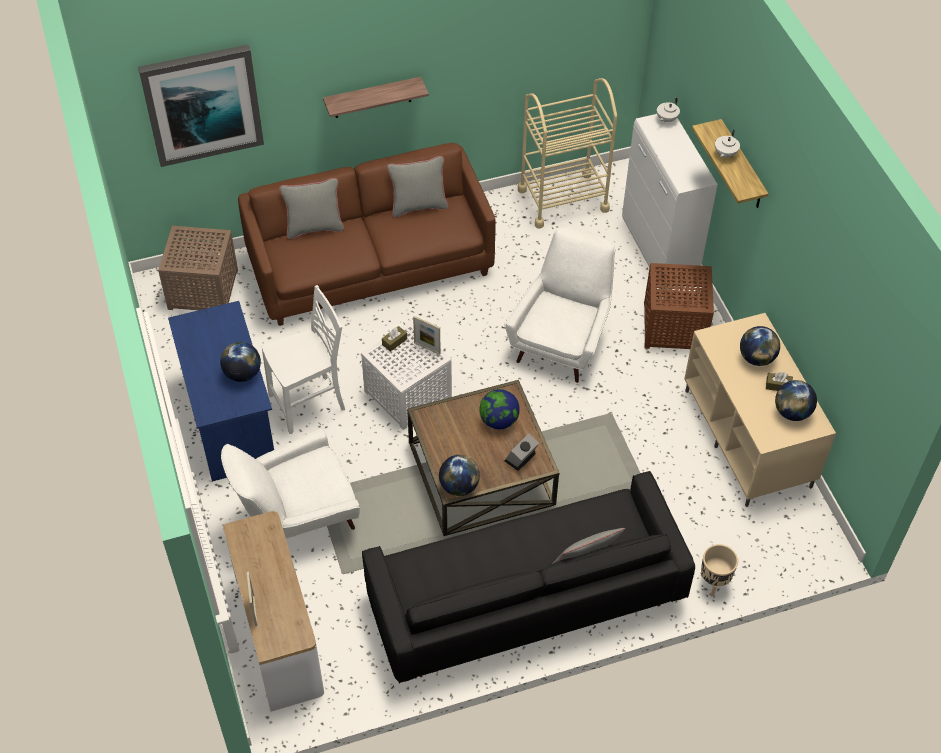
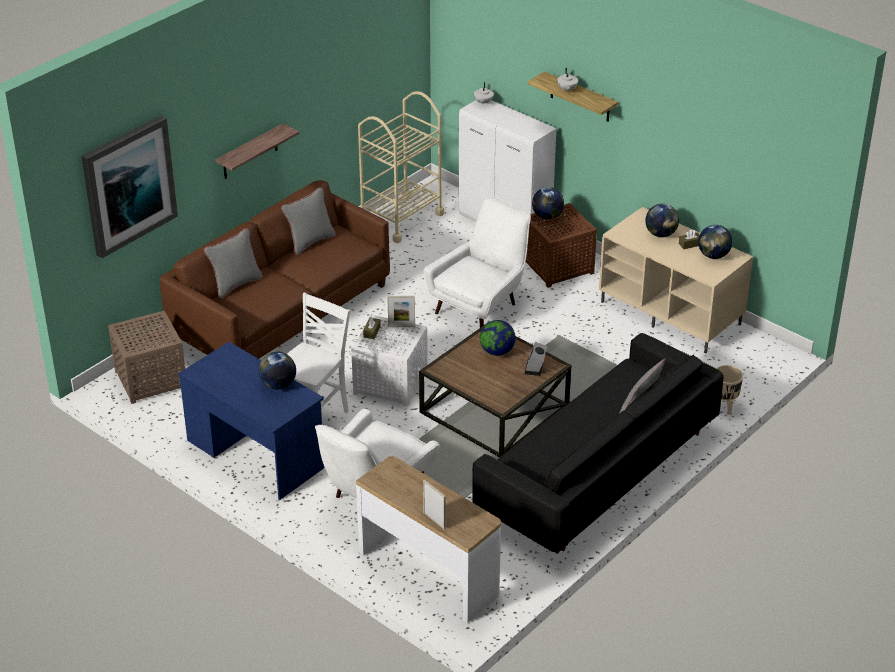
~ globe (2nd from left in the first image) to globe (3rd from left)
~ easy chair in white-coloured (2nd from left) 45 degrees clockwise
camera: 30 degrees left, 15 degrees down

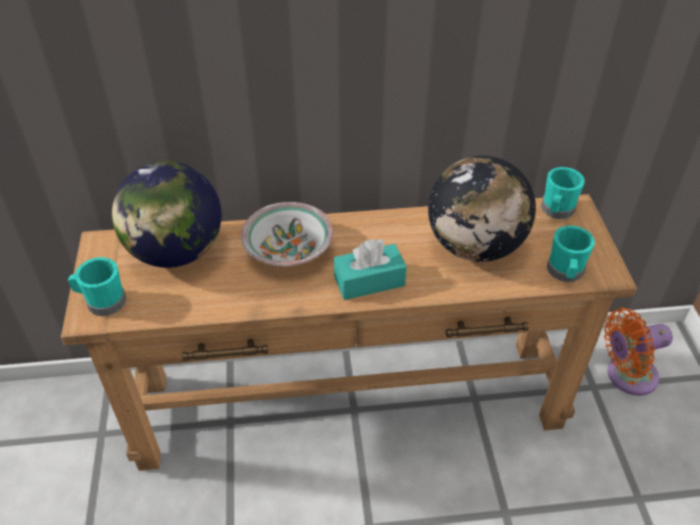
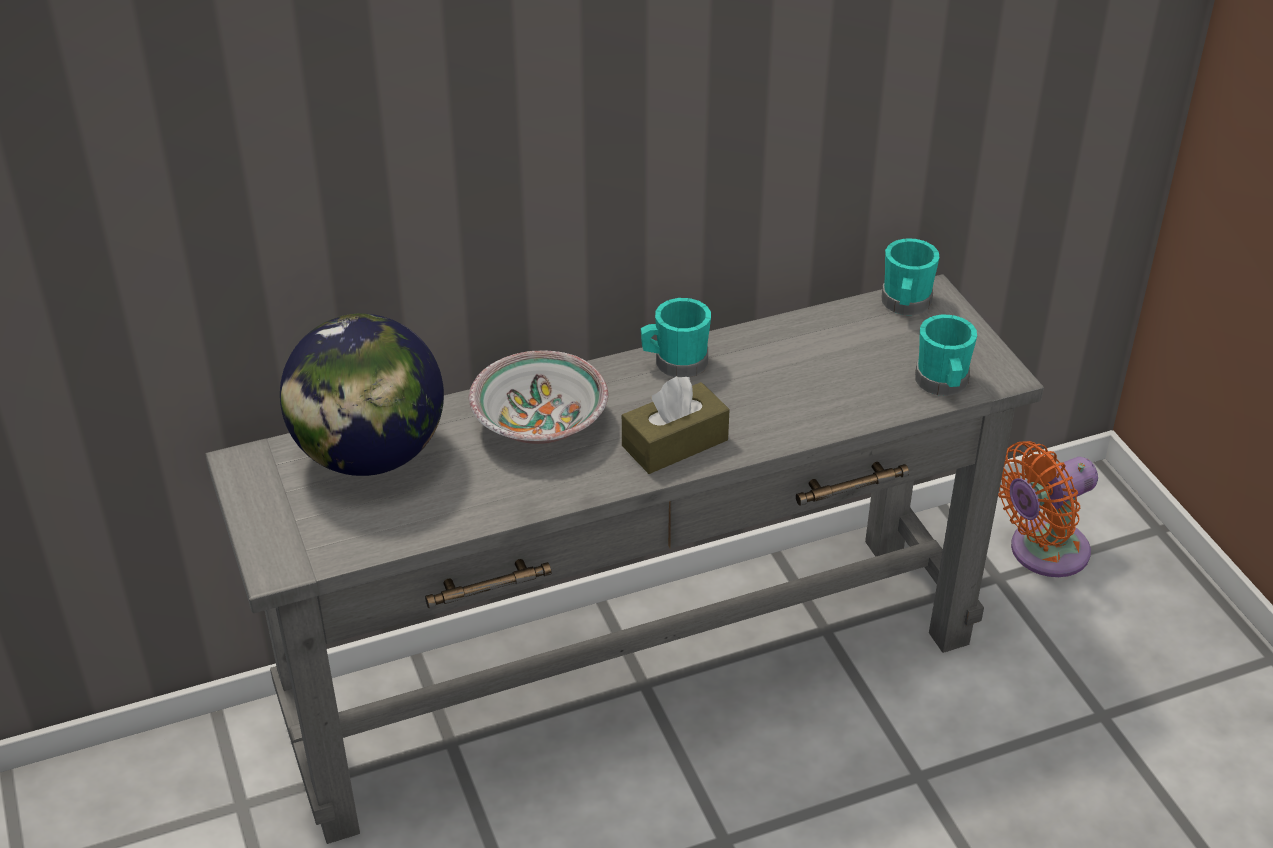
- globe (2nd from left)
~ coffee mug in blue-green (1st from left)
~ narrow table in brown to narrow table in grey
~ tissue box in blue-green to tissue box in brown
camera: 15 degrees left, 5 degrees down

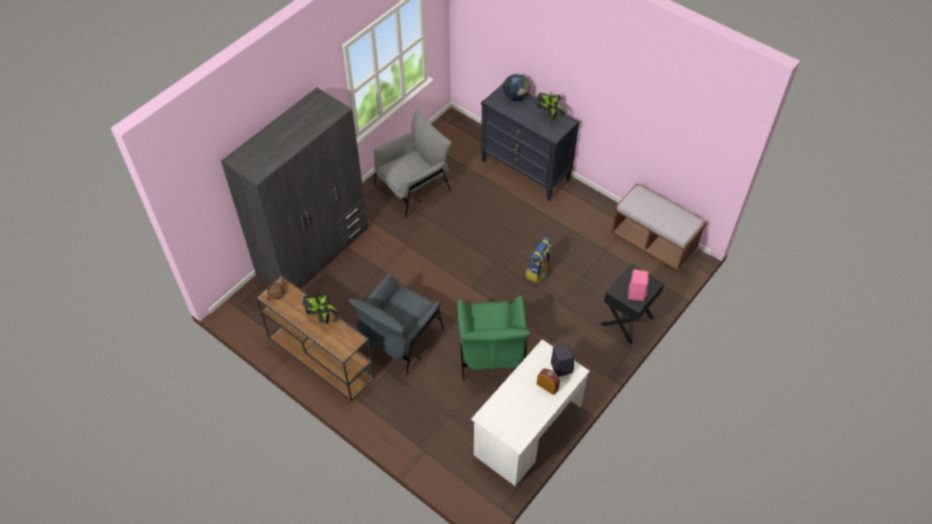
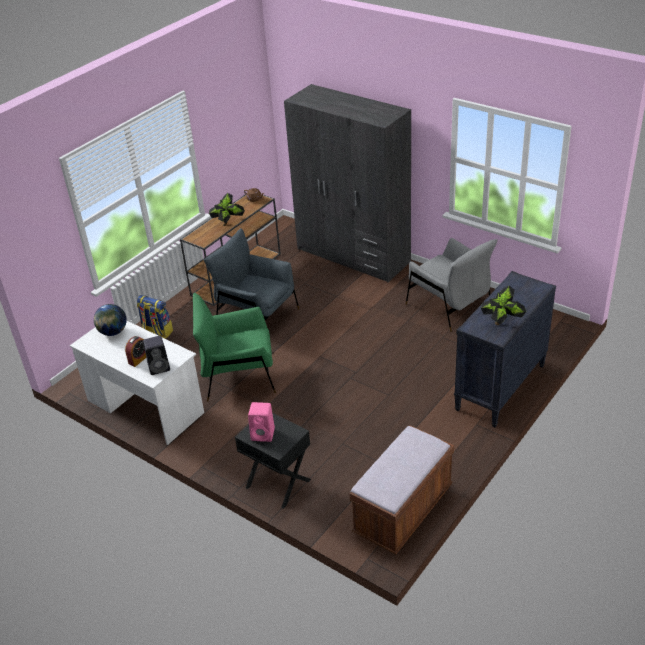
~ globe
~ rucksack
camera: 90 degrees right, 15 degrees down

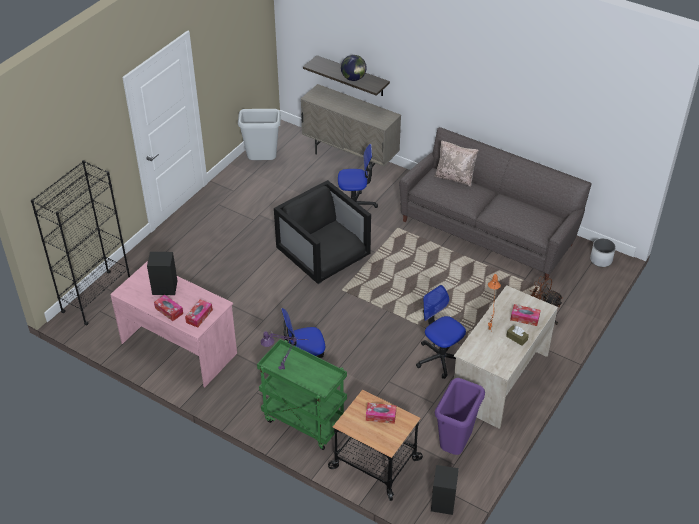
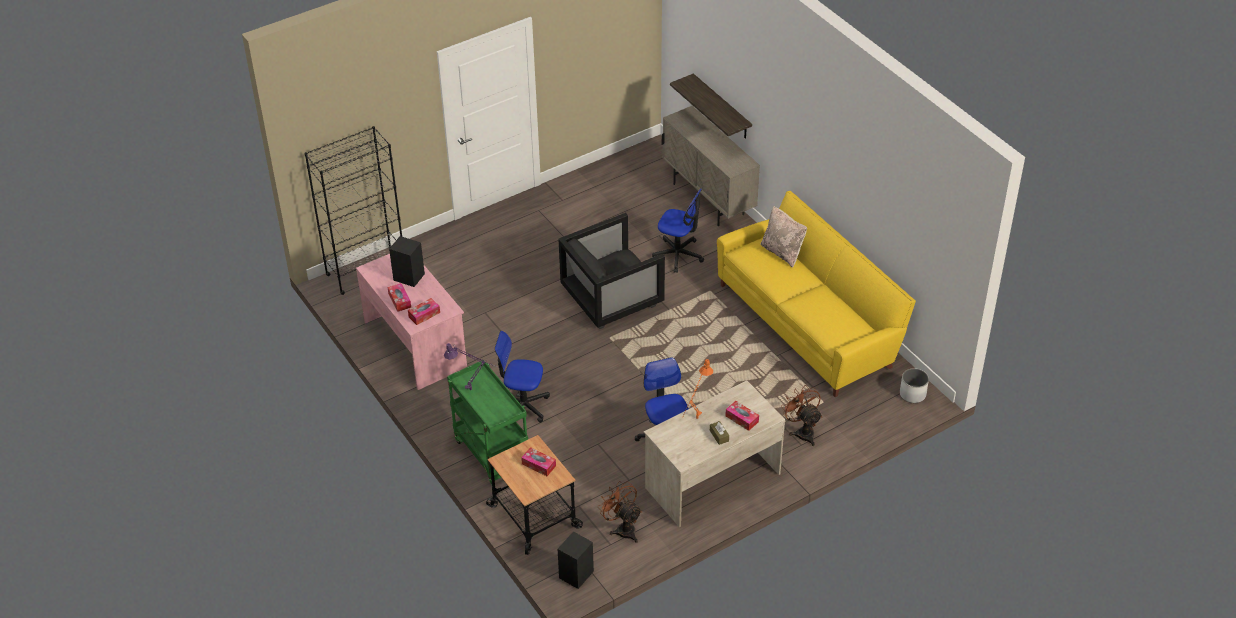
- trash can in grey
- globe
~ trash can in purplish to cooling fan in brown (1st from left)
~ couch in grey to couch in yellow-coloured
~ easy chair in blackish 105 degrees counterclockwise
camera: 25 degrees right, 0 degrees up

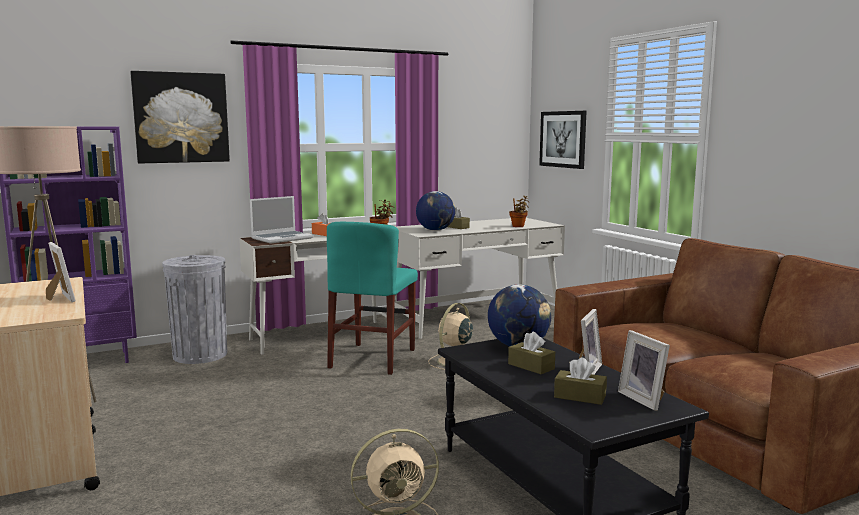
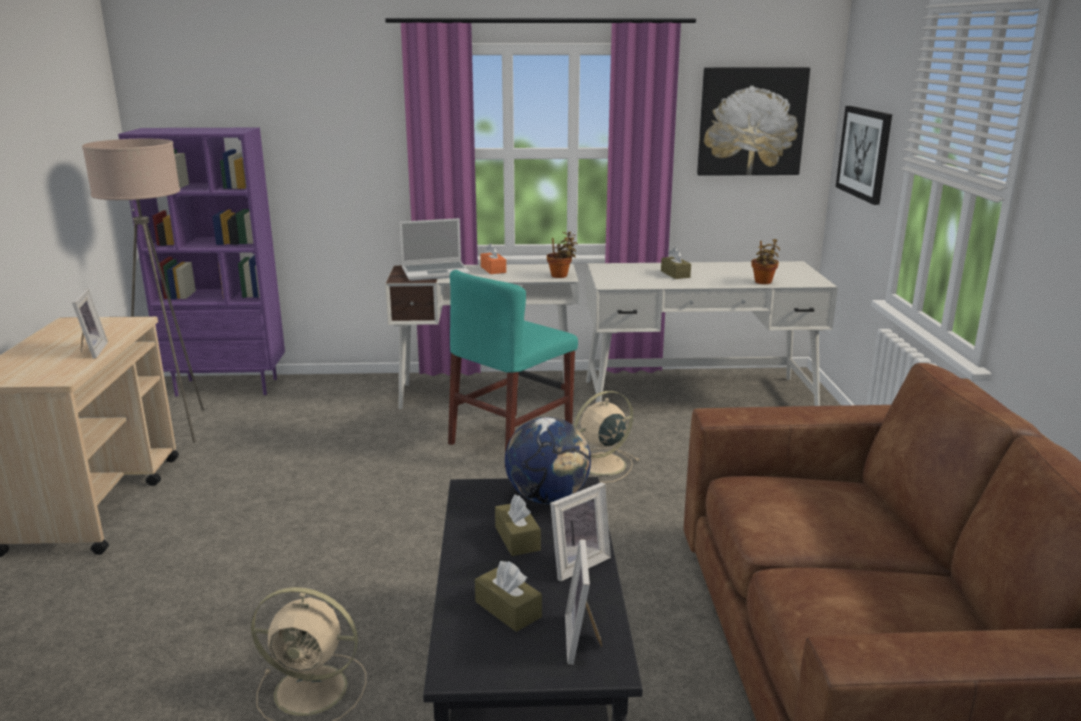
- trash can in grey
- globe (1st from left)
~ picture (1st from left)
camera: 25 degrees right, 10 degrees up

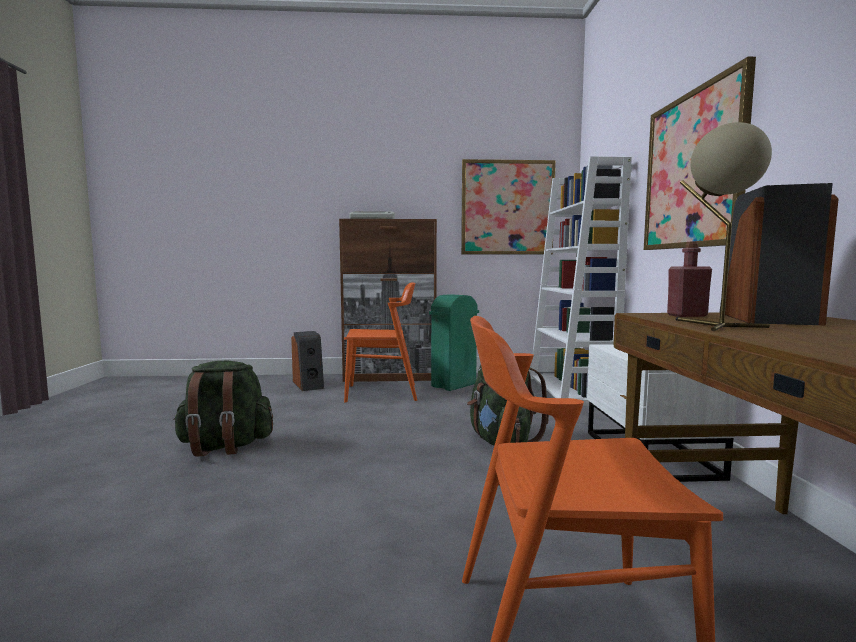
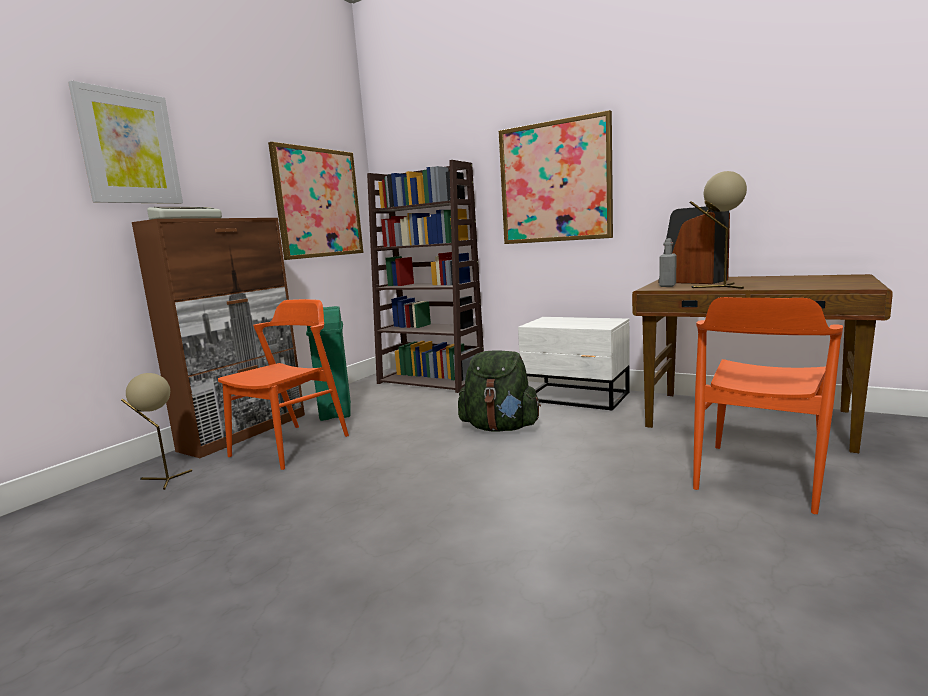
- rucksack in green-coloured (1st from left)
+ picture (1st from left)
~ loudspeaker (1st from left) to table lamp in sand-coloured (1st from left)
~ bookcase in white-coloured to bookcase in brown
~ bottle in reddish to bottle in grey
camera: 55 degrees left, 5 degrees up

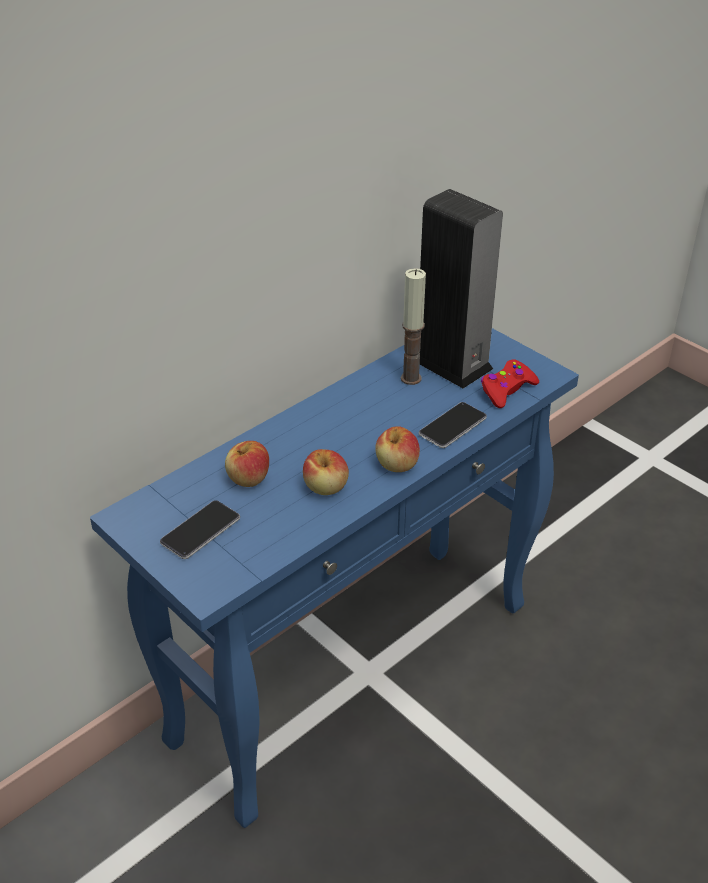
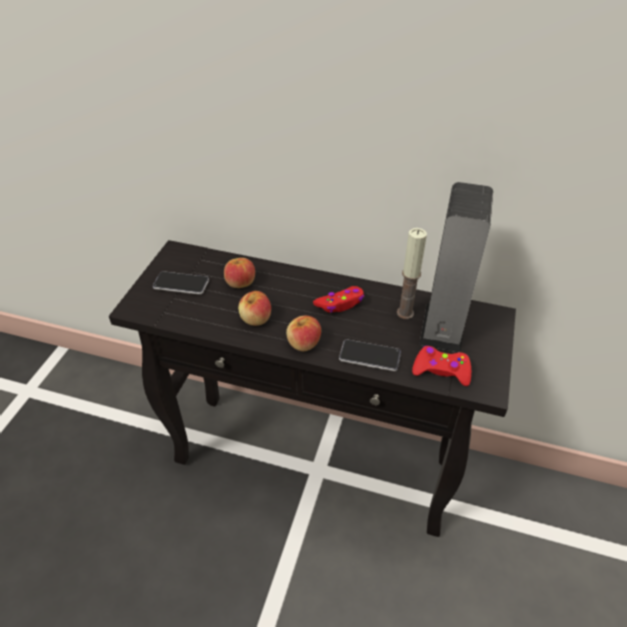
+ gamepad in reddish (1st from left)
~ narrow table in blue-coloured to narrow table in blackish
camera: 60 degrees right, 5 degrees up

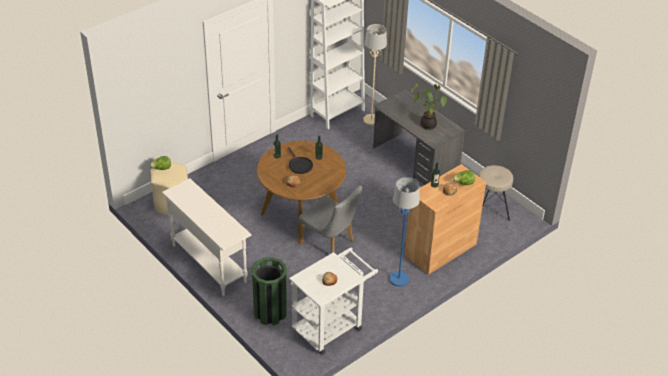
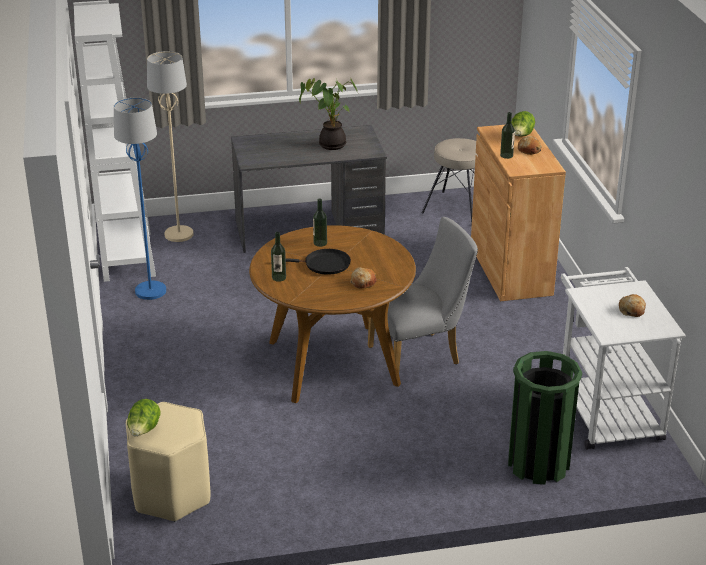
- narrow table in white-coloured
~ standing lamp in blue-coloured
camera: 60 degrees left, 10 degrees down

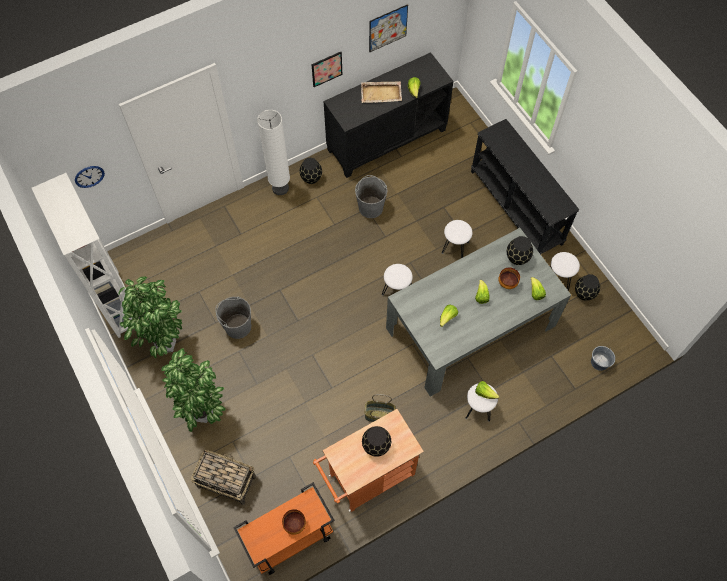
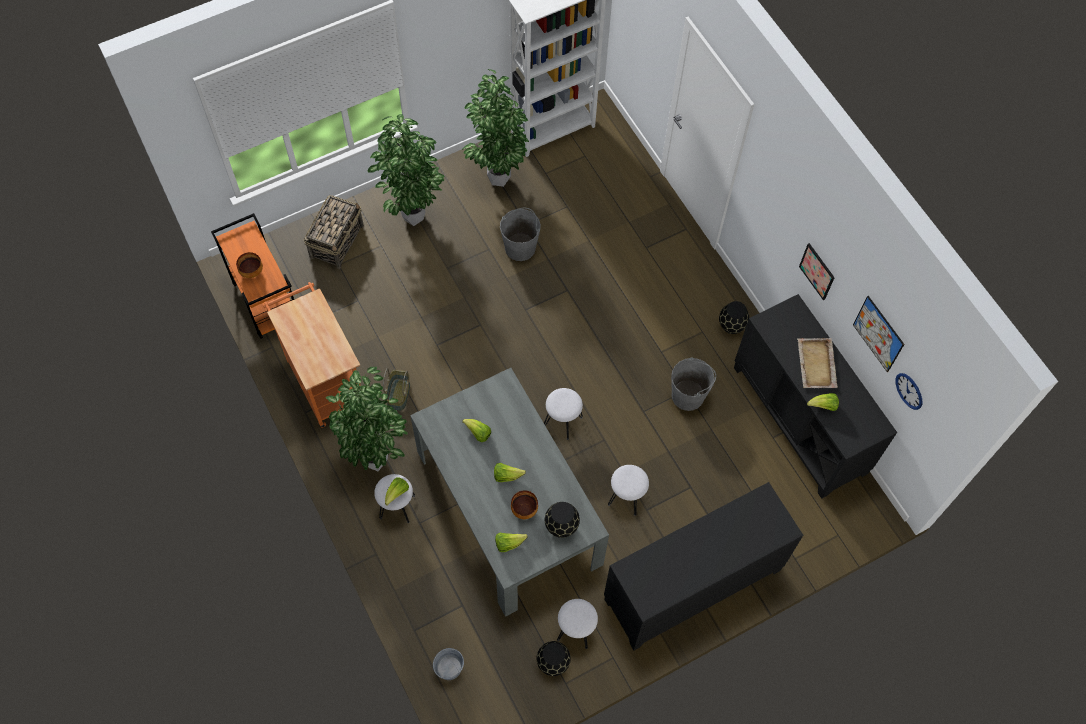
- standing lamp in white-coloured
- vase in blackish (2nd from left)
+ houseplant (1st from left)
~ hanging clock
~ narrow table in blackish to cupboard in blackish (1st from left)
camera: 90 degrees right, 0 degrees up

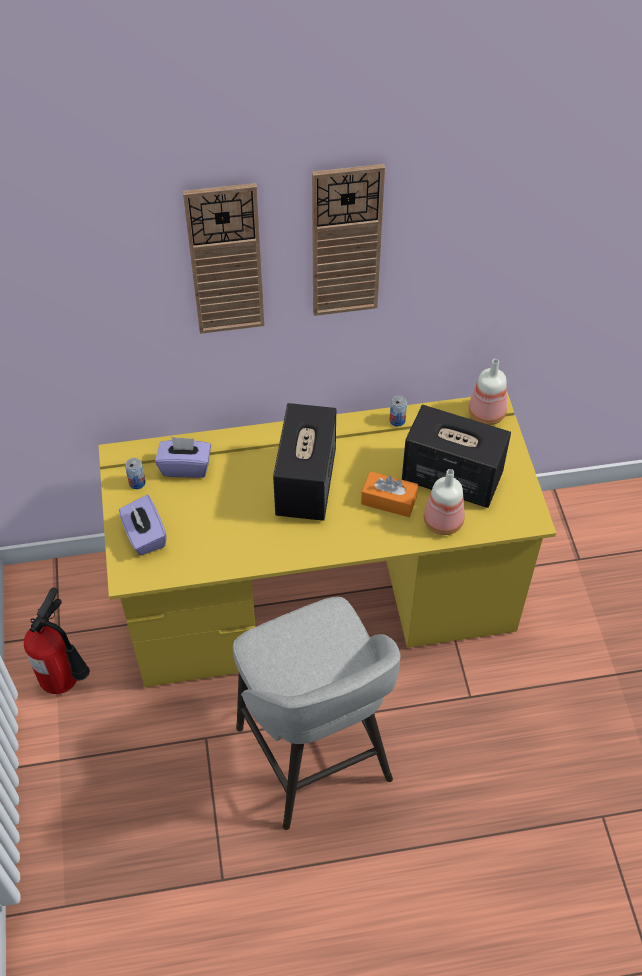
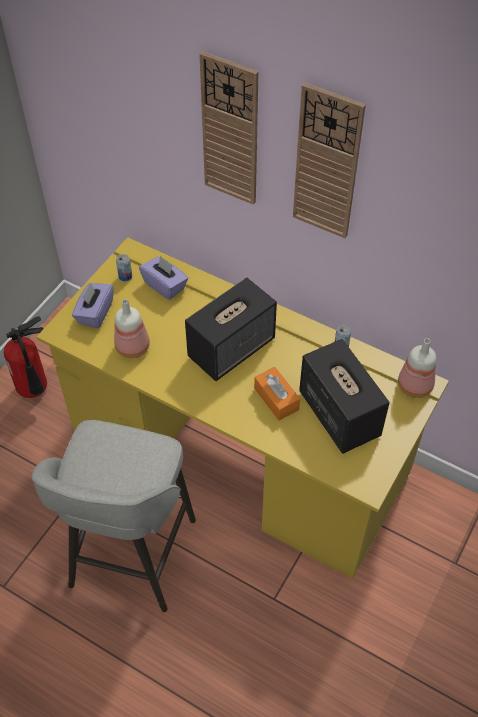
~ bottle (1st from left)
camera: 40 degrees right, 0 degrees up

